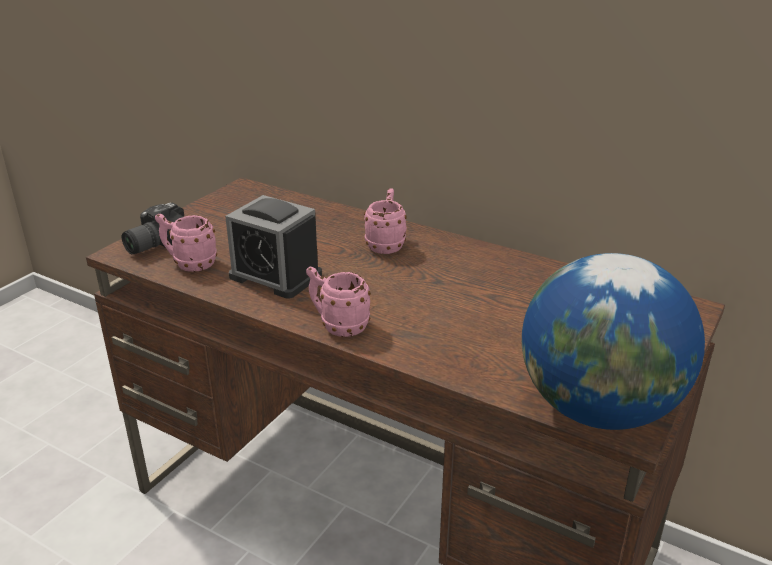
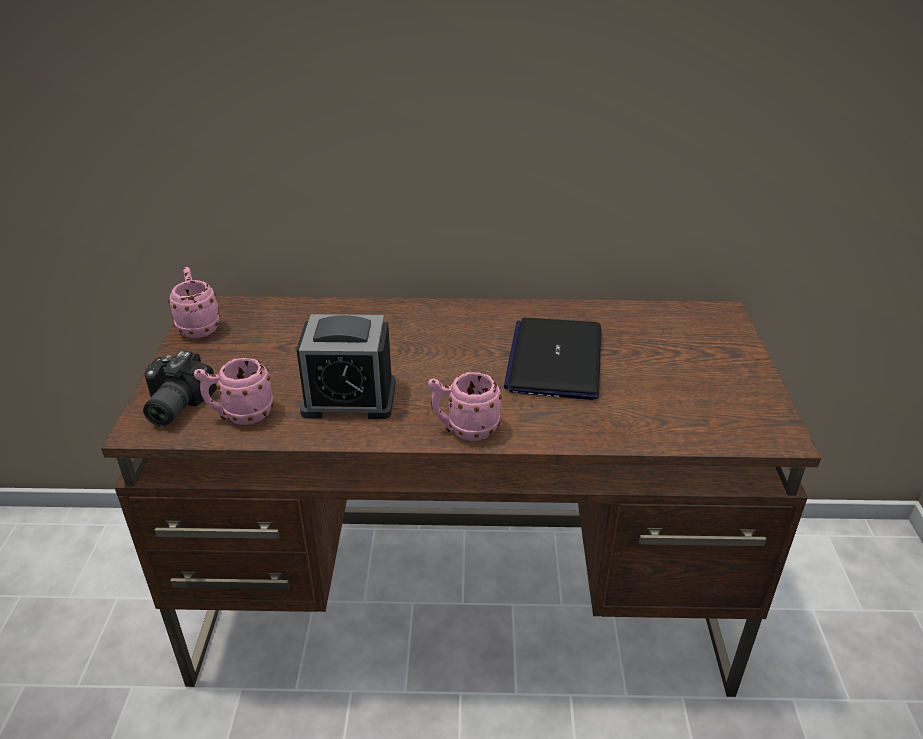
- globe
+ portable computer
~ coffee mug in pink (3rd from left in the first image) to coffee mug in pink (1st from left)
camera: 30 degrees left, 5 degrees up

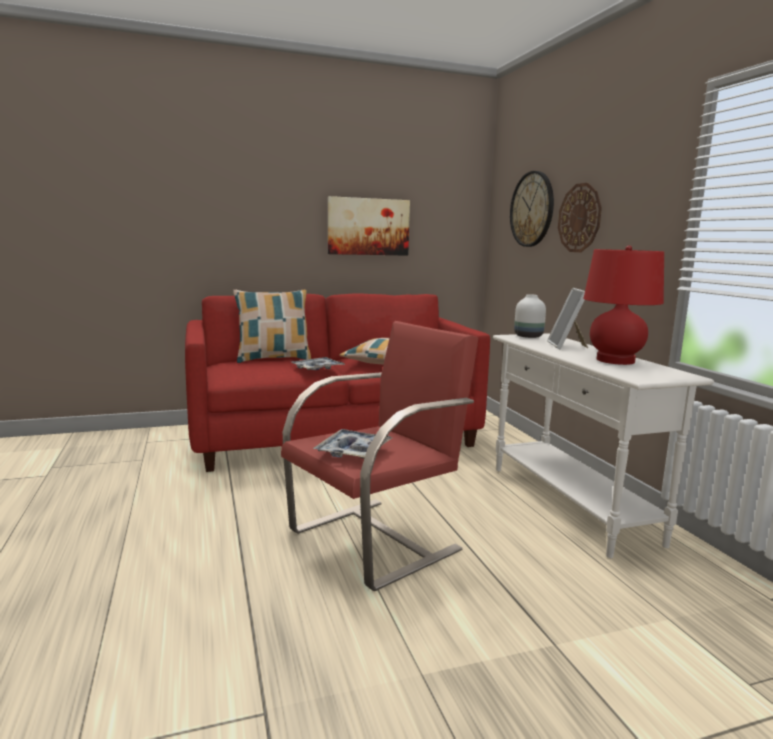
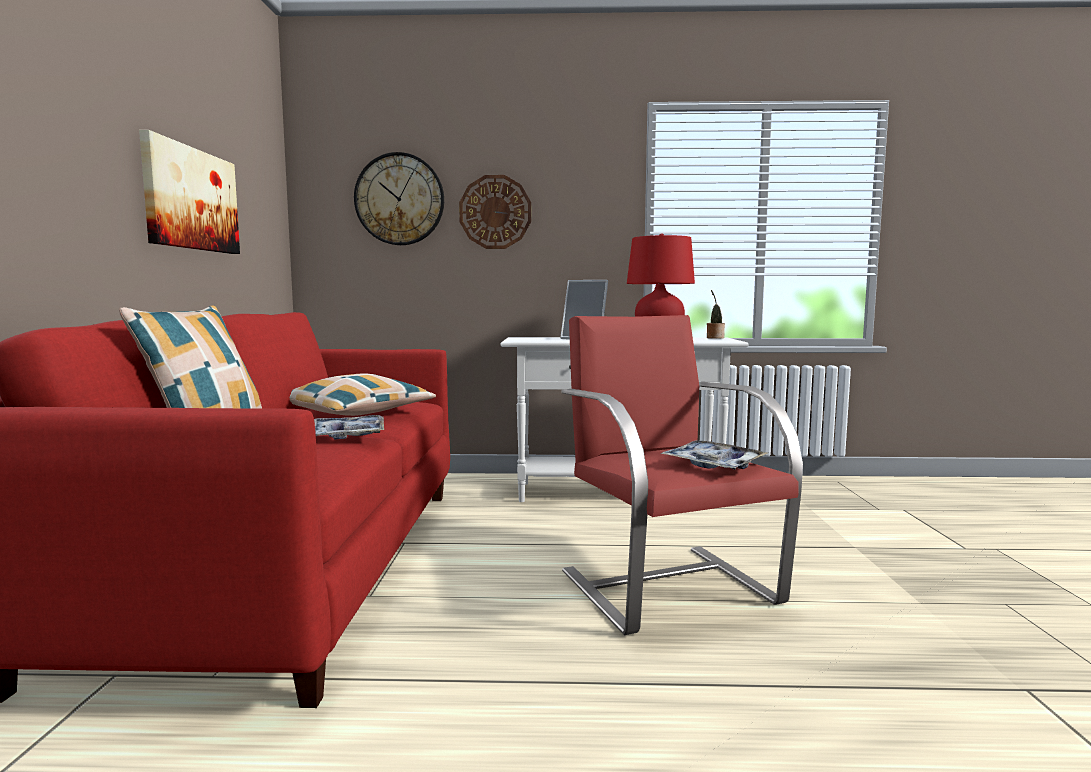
- vase in white-coloured
+ houseplant
camera: 70 degrees left, 5 degrees down

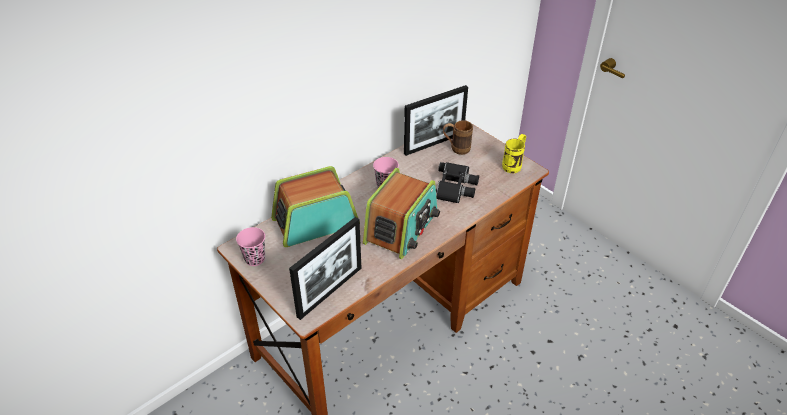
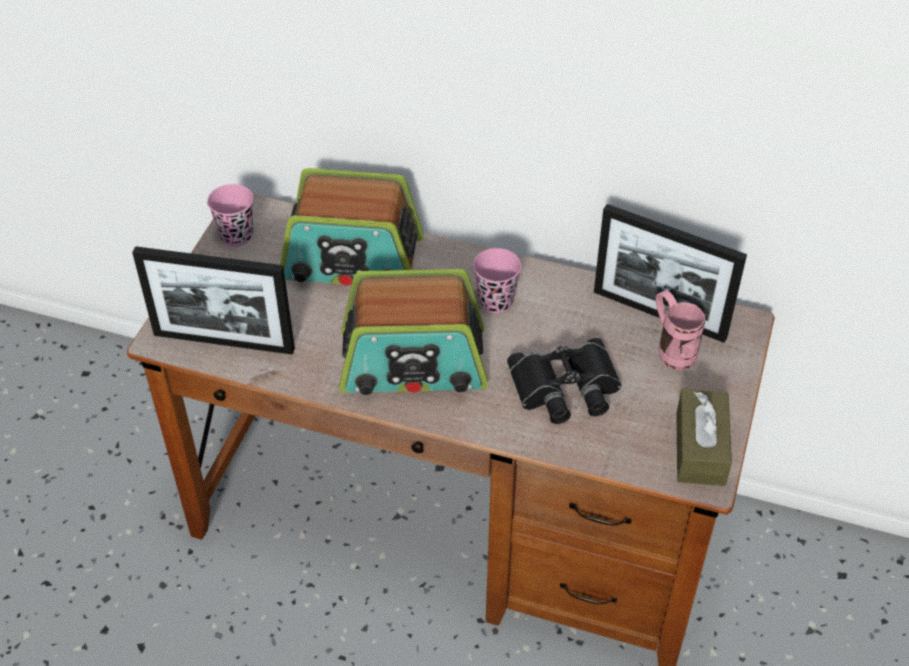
~ coffee mug in yellow-coloured to tissue box in brown
~ coffee mug in brown to coffee mug in pink
~ radio (1st from left) 150 degrees clockwise
camera: 60 degrees right, 5 degrees up

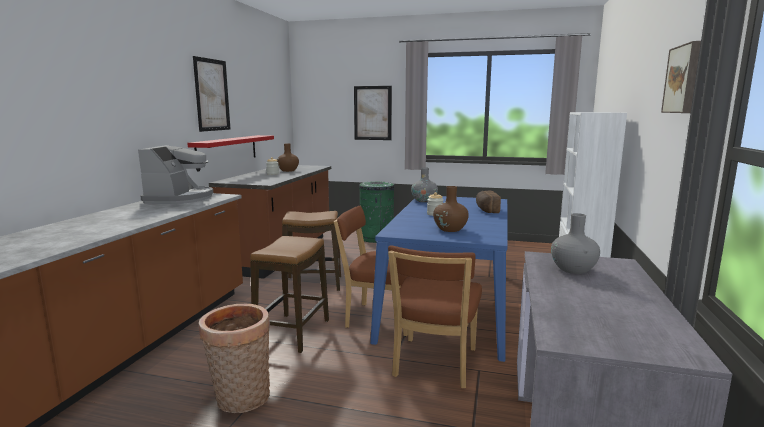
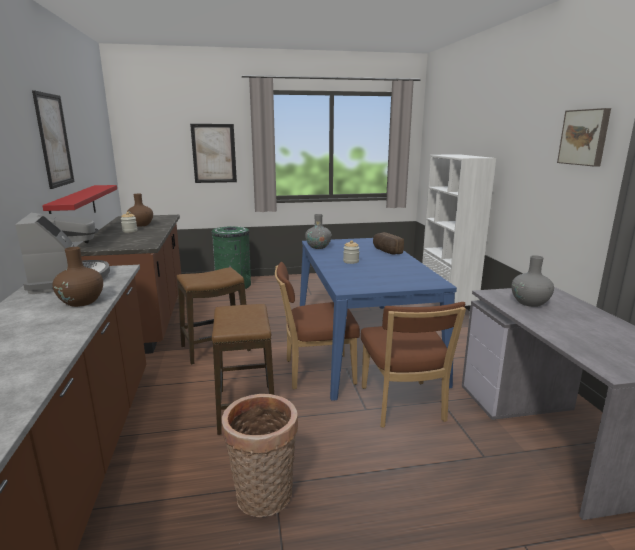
~ vase in brown (2nd from left in the first image) to vase in brown (1st from left)
camera: 25 degrees left, 5 degrees up

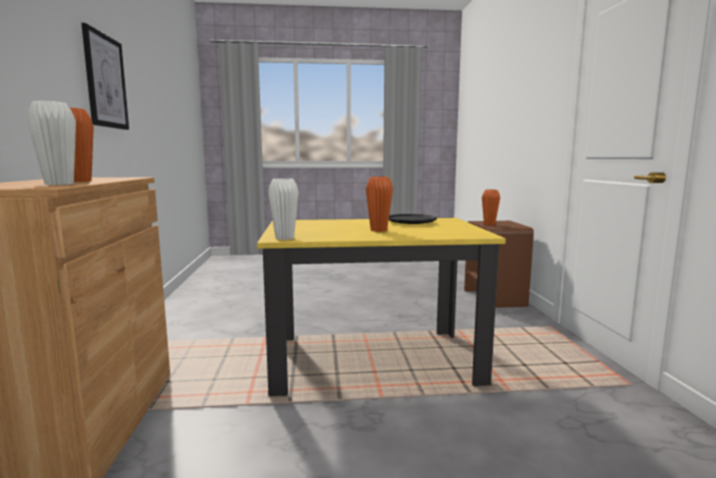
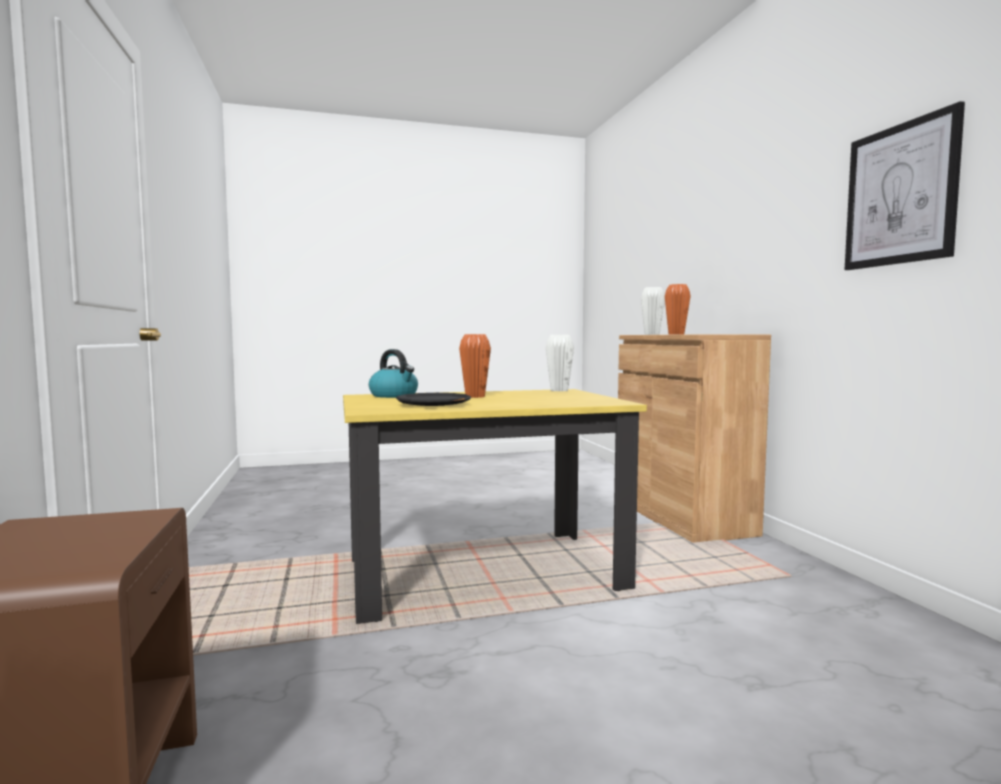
- vase in orangey (3rd from left)
+ kettle
camera: 170 degrees right, 5 degrees down

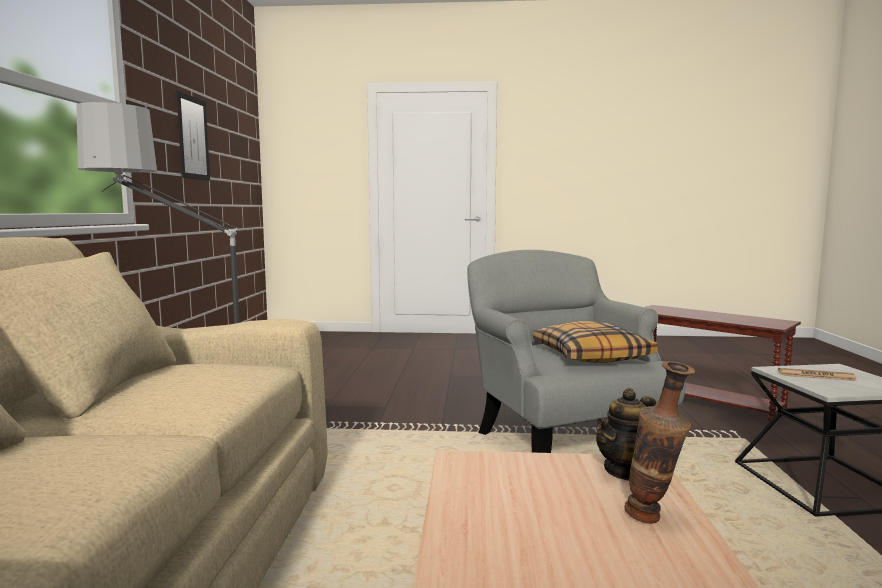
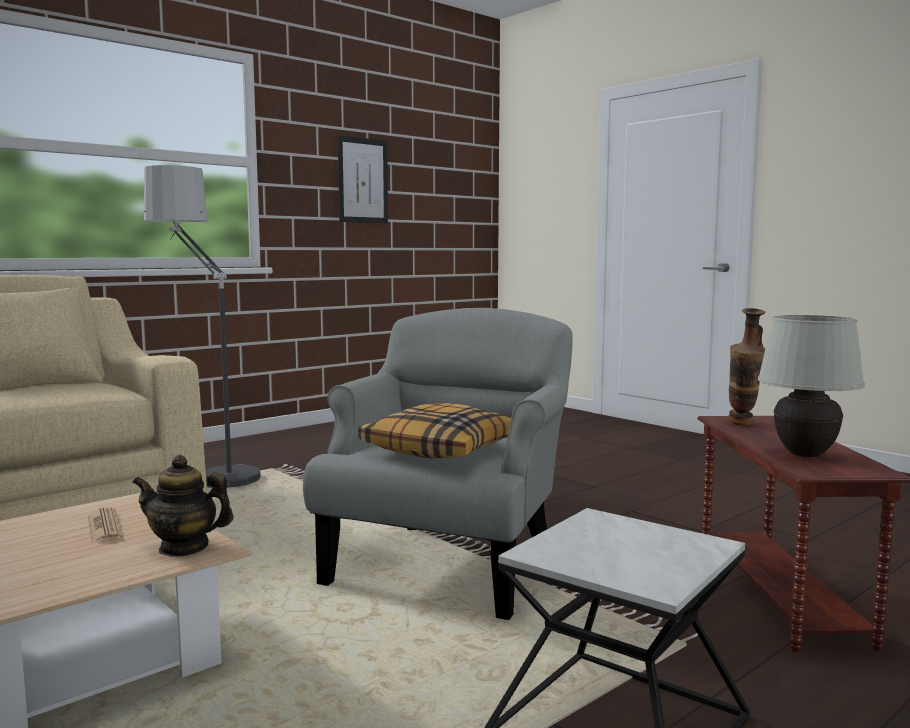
+ table lamp in white-coloured
~ vase
~ newspaper
camera: 45 degrees right, 0 degrees up

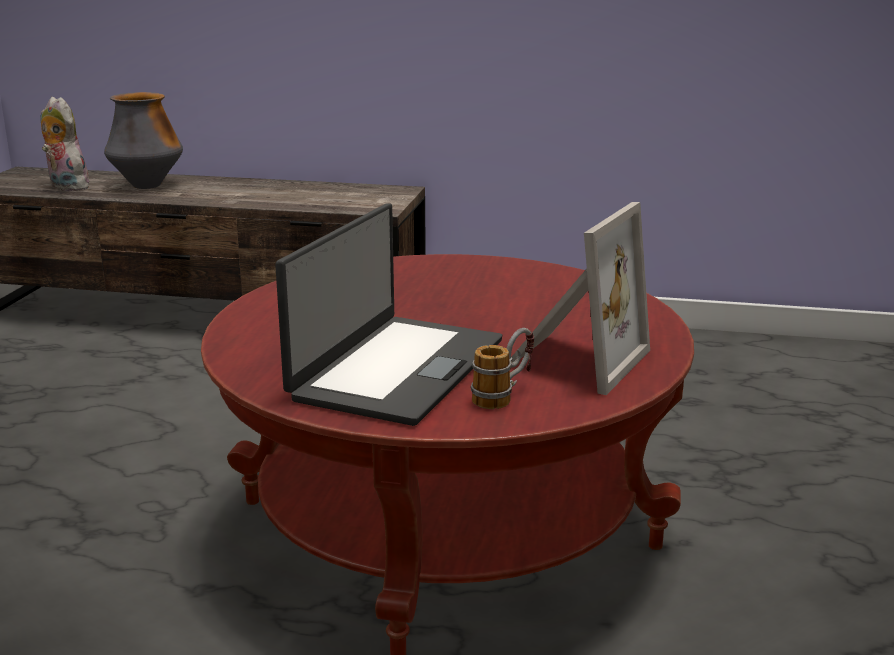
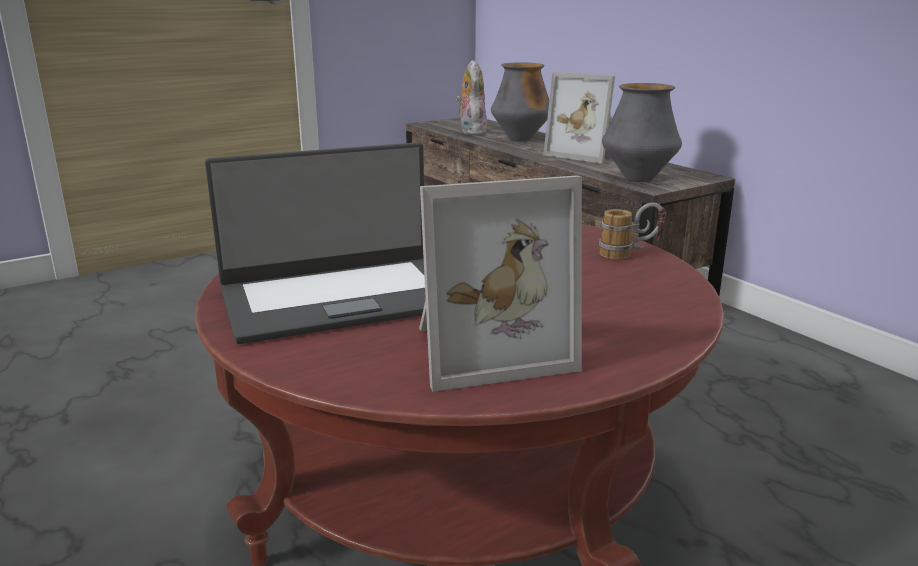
+ photo frame (2nd from left)
+ vase (2nd from left)
~ coffee mug
camera: 45 degrees right, 0 degrees up

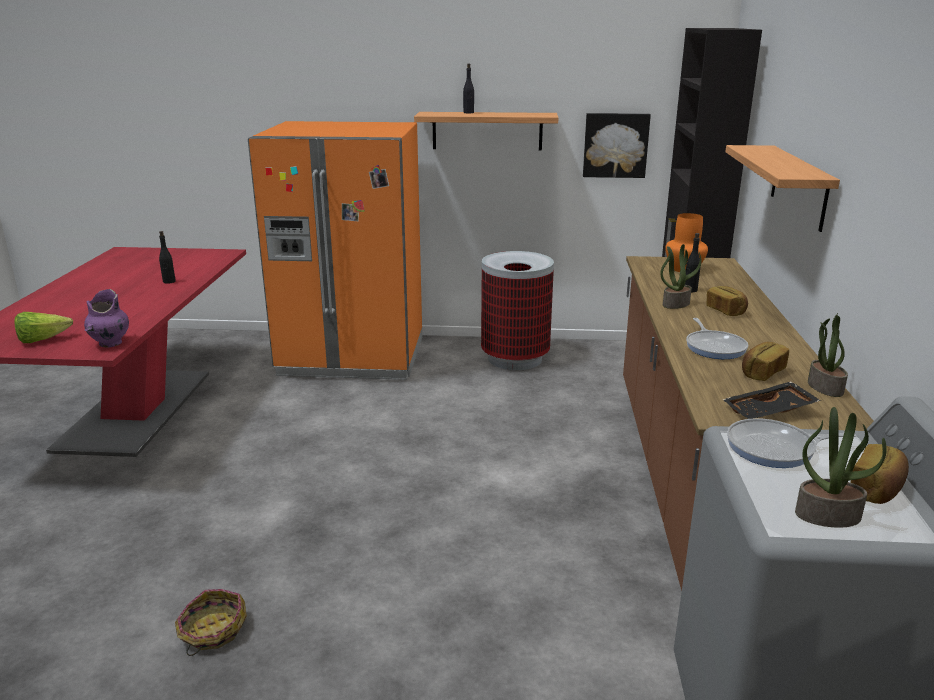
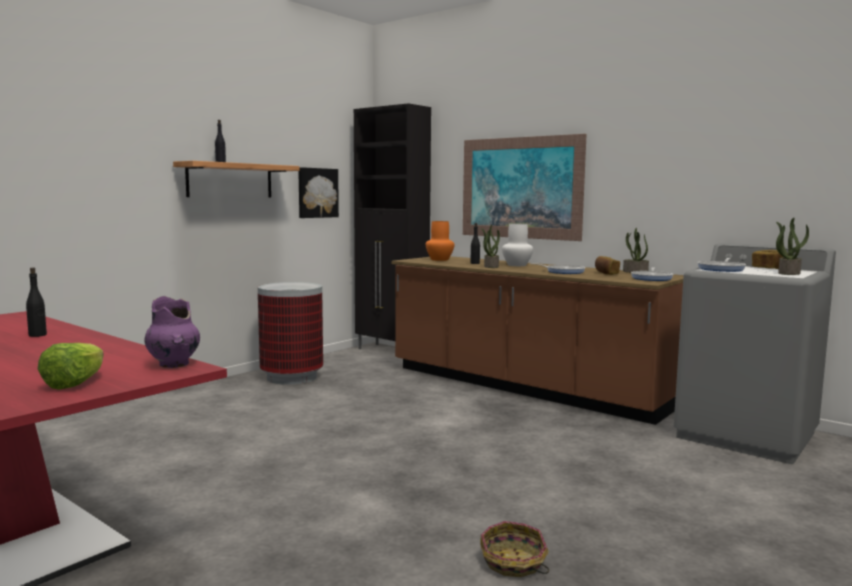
- kitchen fridge in orangey
~ bakery bread (1st from left) to vase in white-coloured
~ serving tray in blackish to frying pan (2nd from left)
~ bracket shelf (2nd from left) to picture (2nd from left)
camera: 55 degrees left, 15 degrees down

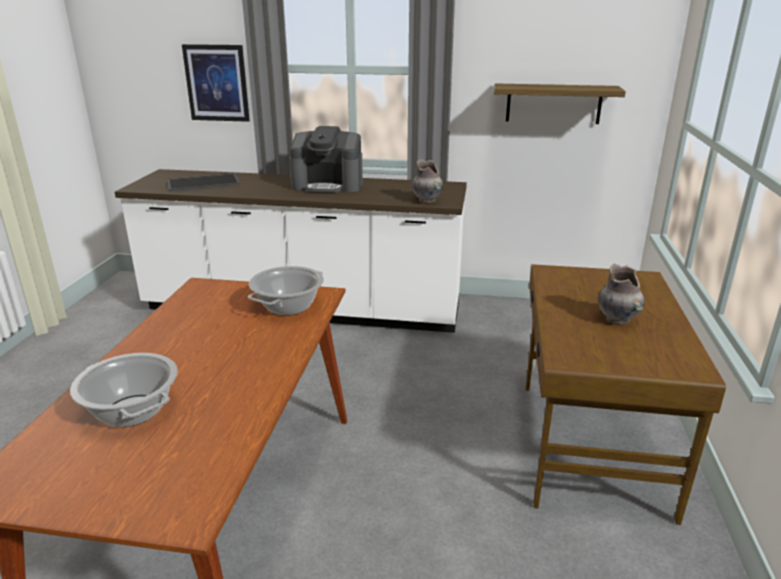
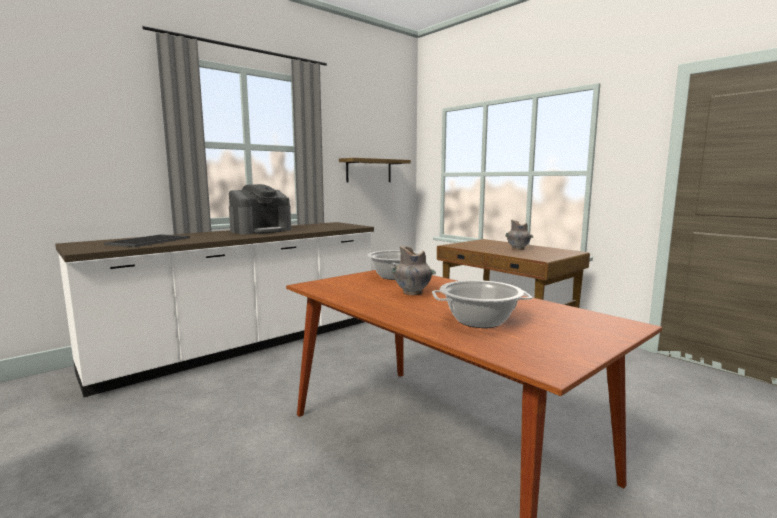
- picture
~ vase in grey (1st from left)
camera: 50 degrees left, 15 degrees down

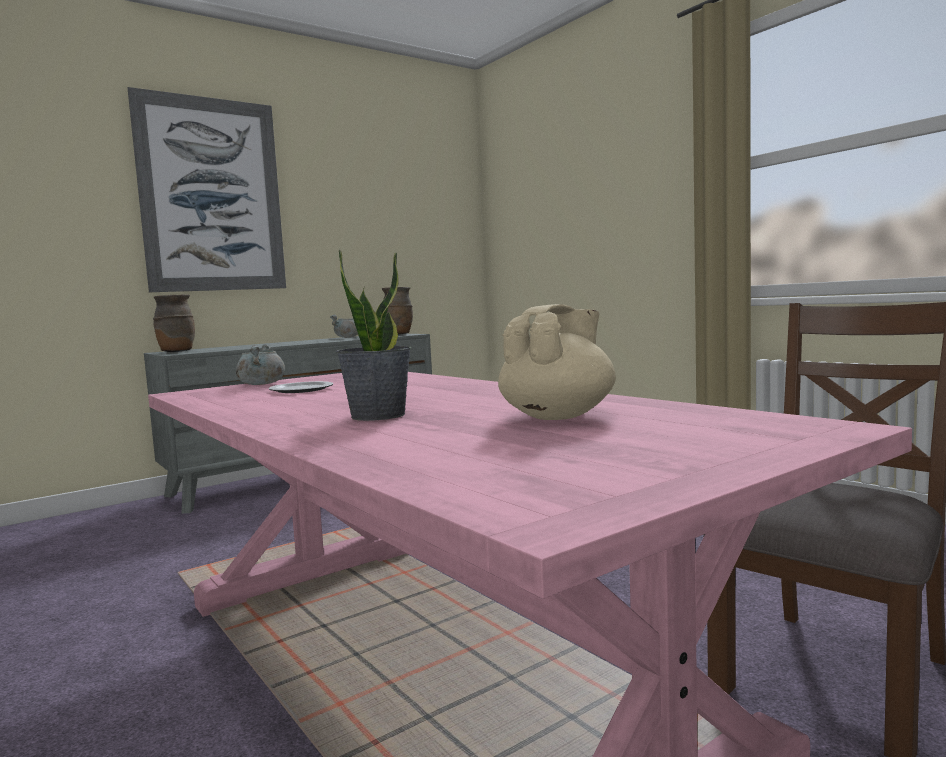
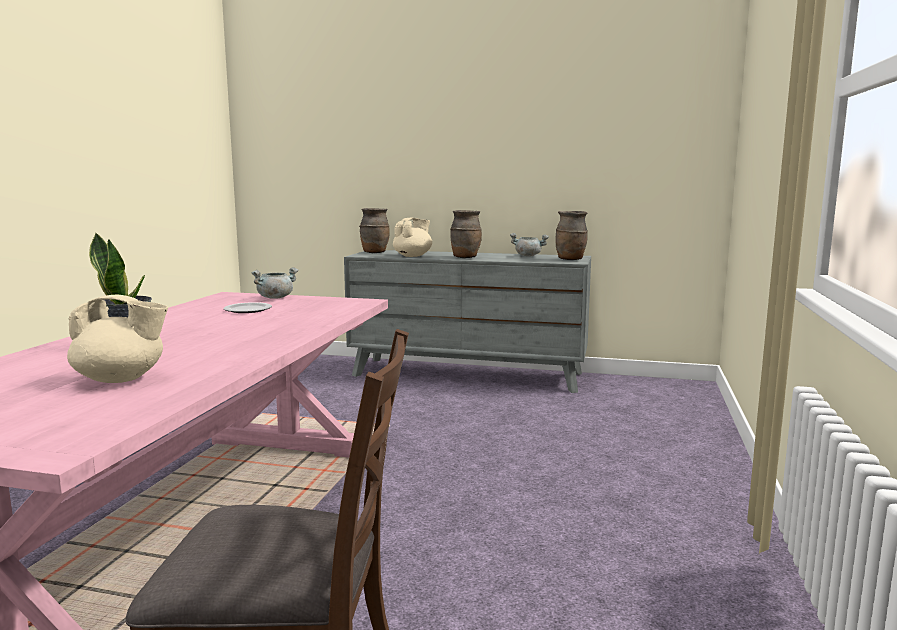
- picture
+ teapot in sand-coloured (2nd from left)
+ vase in brown (2nd from left)
camera: 50 degrees right, 5 degrees up

